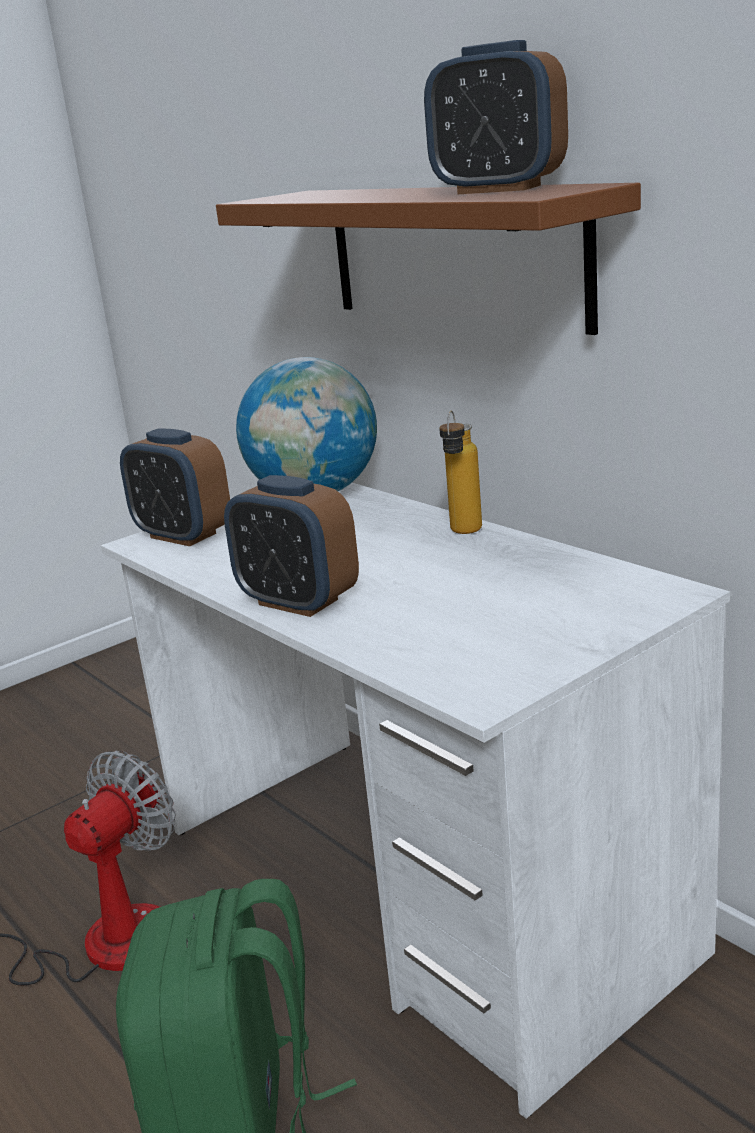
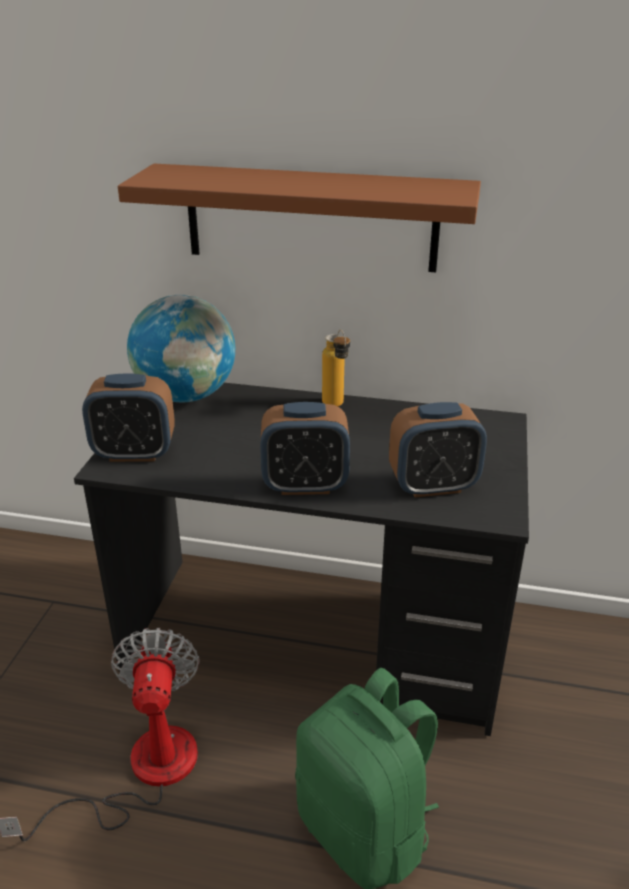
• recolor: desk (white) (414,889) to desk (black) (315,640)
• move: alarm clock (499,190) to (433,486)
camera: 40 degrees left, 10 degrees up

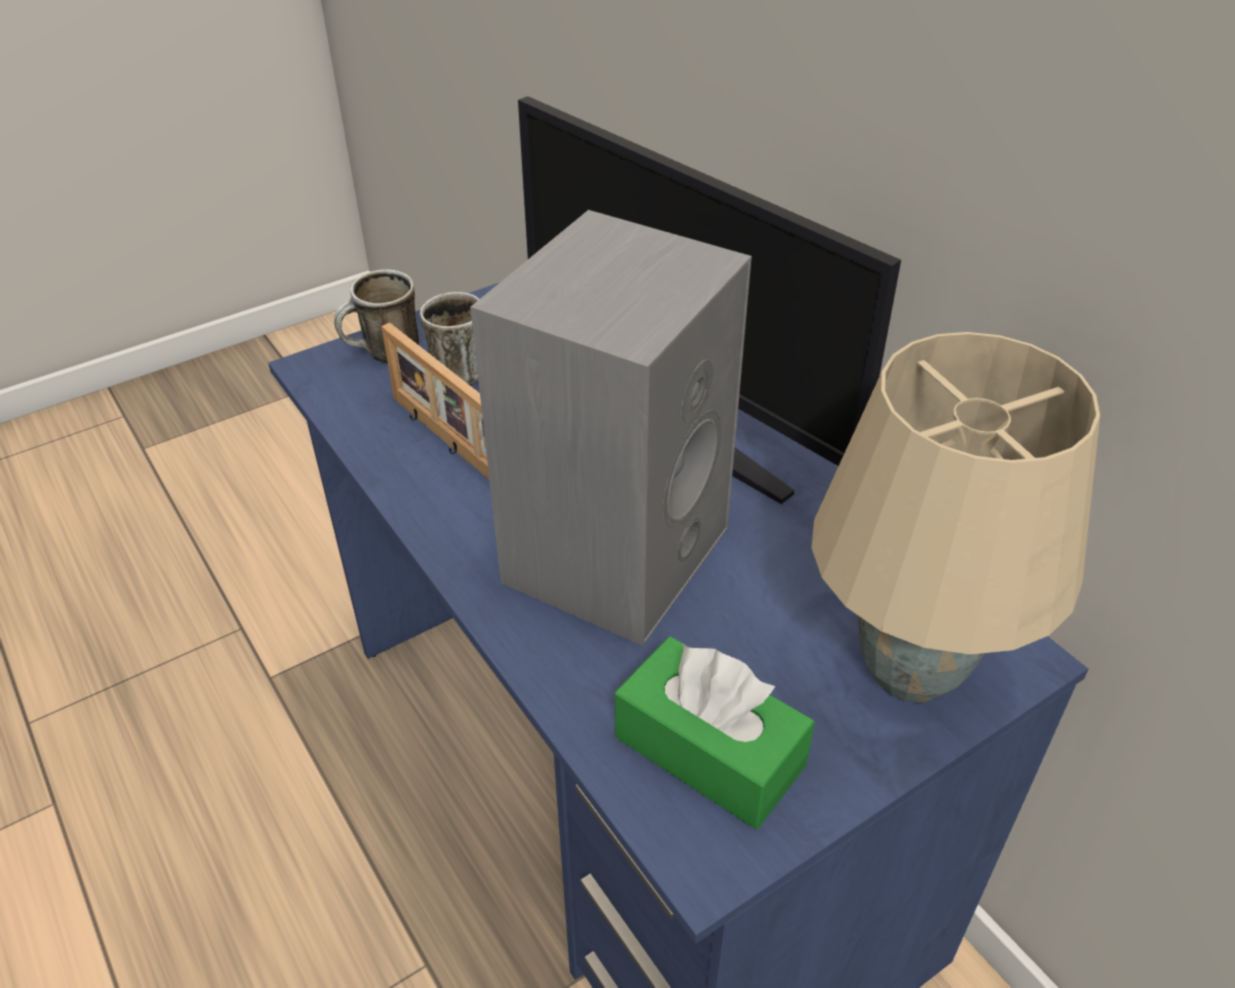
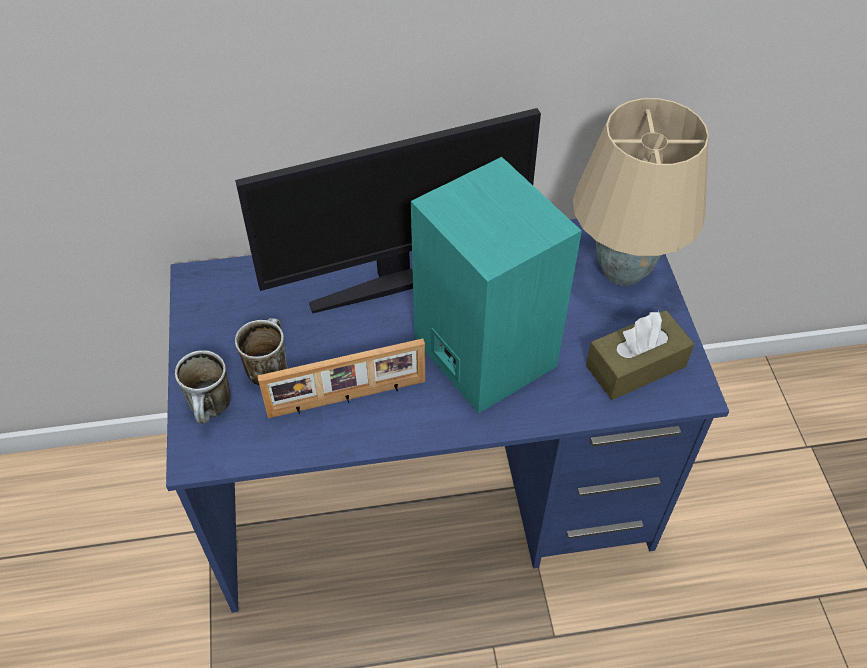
• recolor: speaker (grey) (615,549) to speaker (turquoise) (480,351)
• recolor: tissue box (green) (709,751) to tissue box (brown) (635,366)
camera: 65 degrees left, 10 degrees up

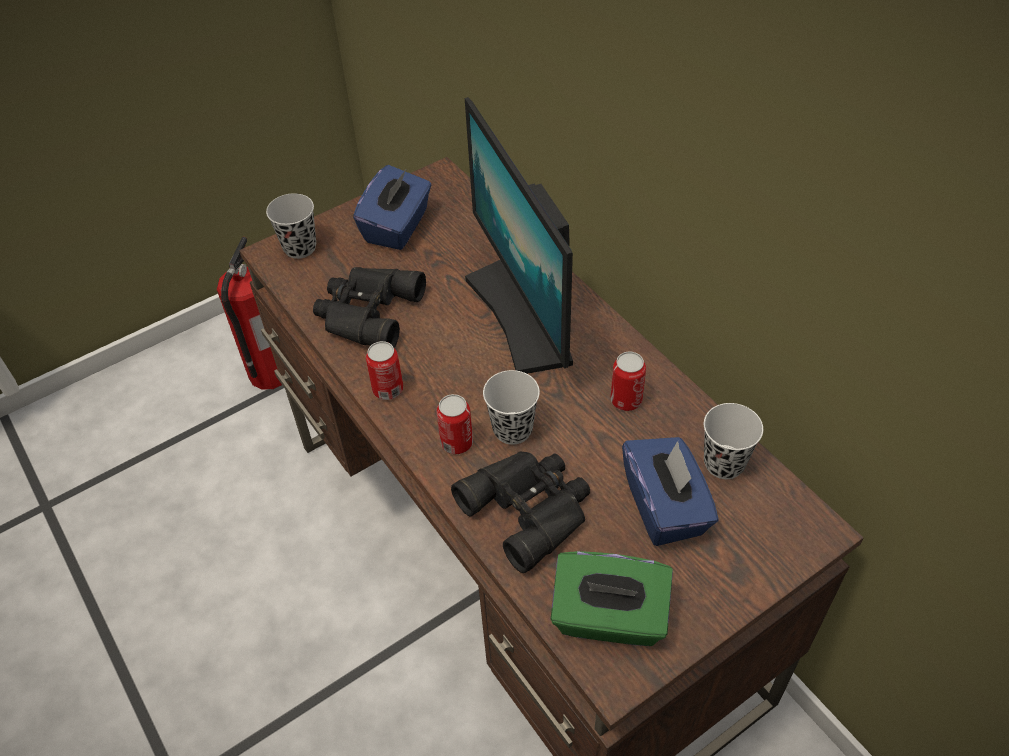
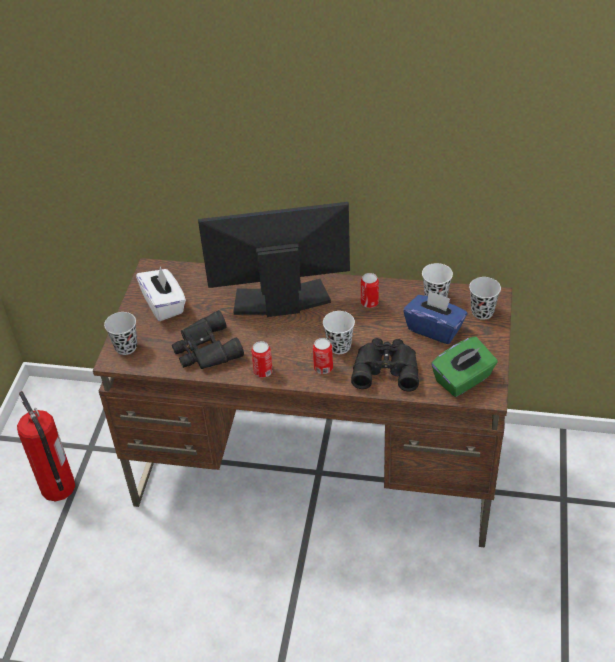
• recolor: tissue box (blue) (397,227) to tissue box (white) (164,305)
• rotate: monitor (523,315) = (281,301) 150 degrees clockwise
• insert: cup (black) (482,312)
camera: 45 degrees left, 5 degrees down

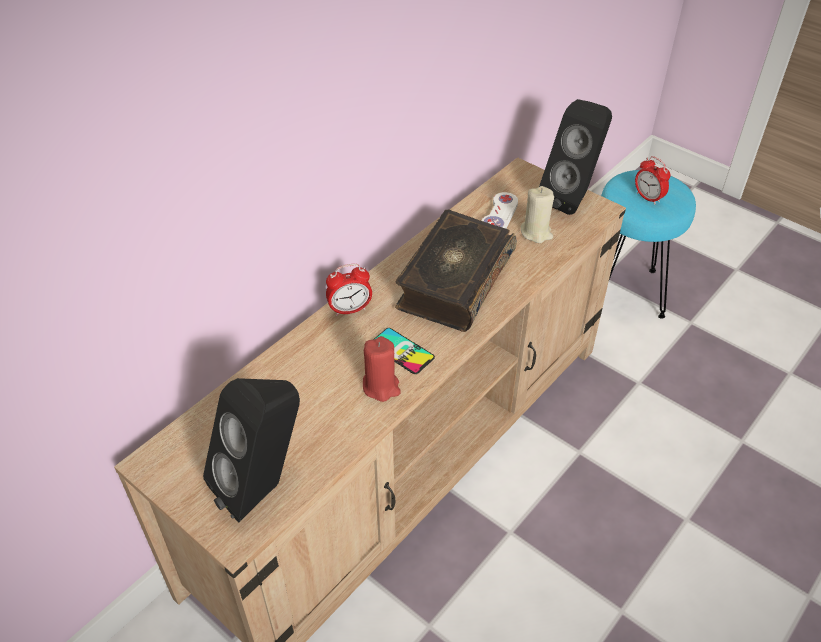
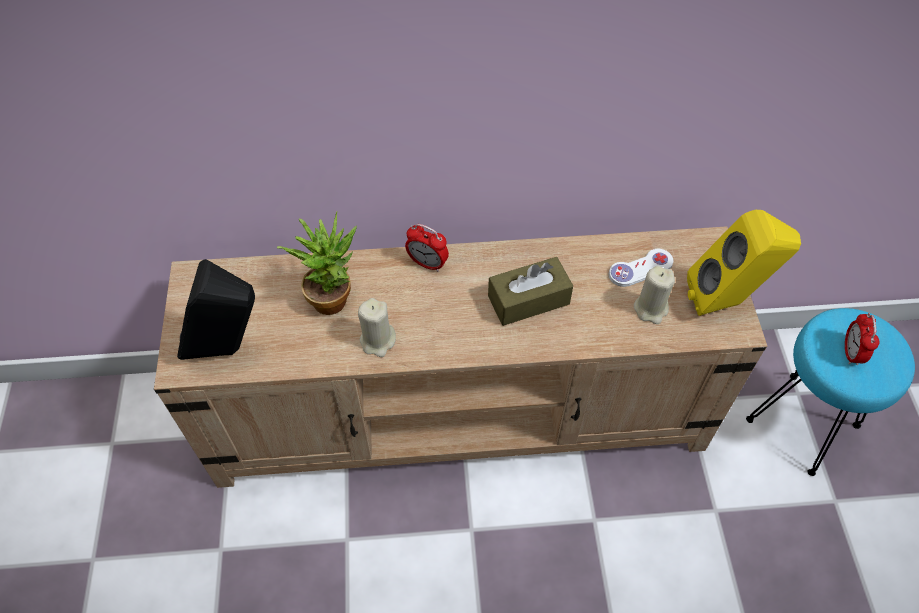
• insert: potted plant (332,295)
• recolor: candle (red) (381,386) to candle (beige) (378,341)
• replace: book (453,282) to tissue box (brown) (528,300)
• recolor: speaker (black) (573,198) to speaker (yellow) (726,301)
• delete: phone (401,351)
camera: 45 degrees right, 10 degrees up

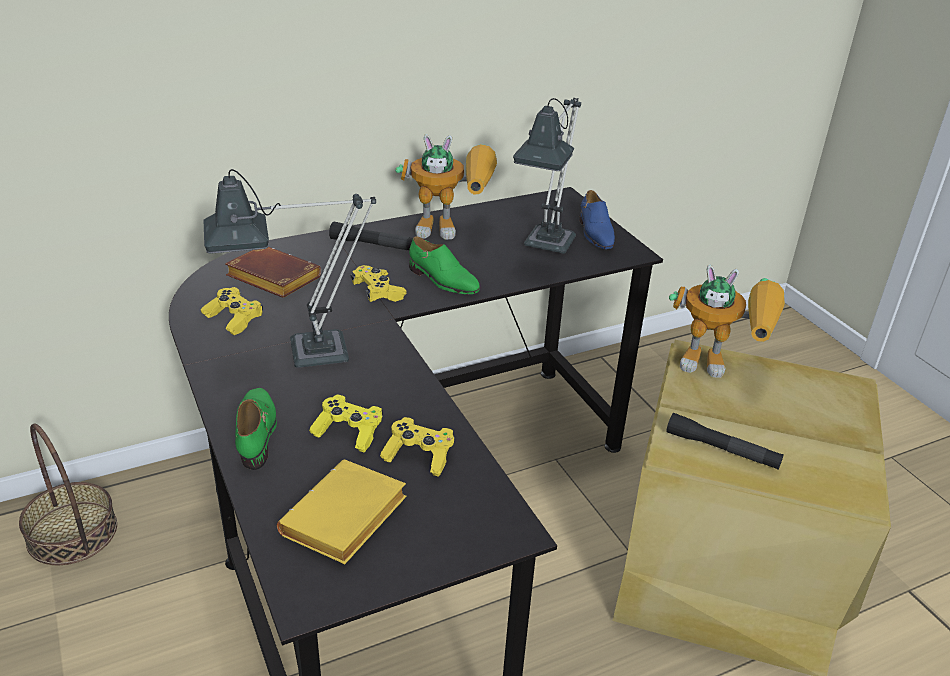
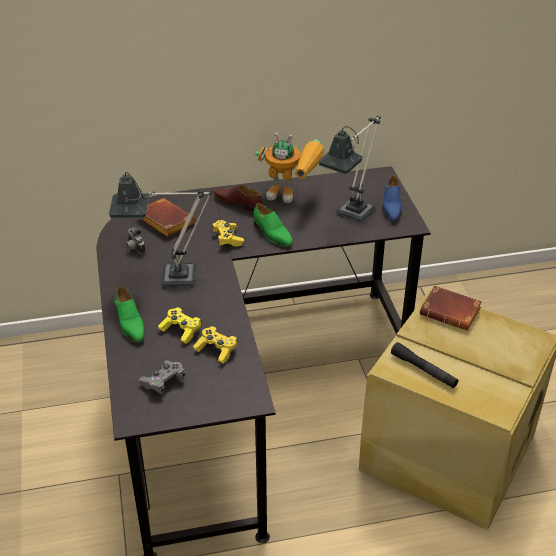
• rotate: shoe (green) (257,432) = (130,324) 150 degrees clockwise
• replace: game controller (yellow) (233,319) to photo camera (134,248)
• replace: book (yellow) (345,521) to game controller (grey) (163,382)
• replace: flashlight (black) (376,245) to shoe (brown) (238,203)
• replace: toy robot (721,365) to book (brown) (452,312)
• delete: basket (72,533)
camera: 15 degrees right, 5 degrees up

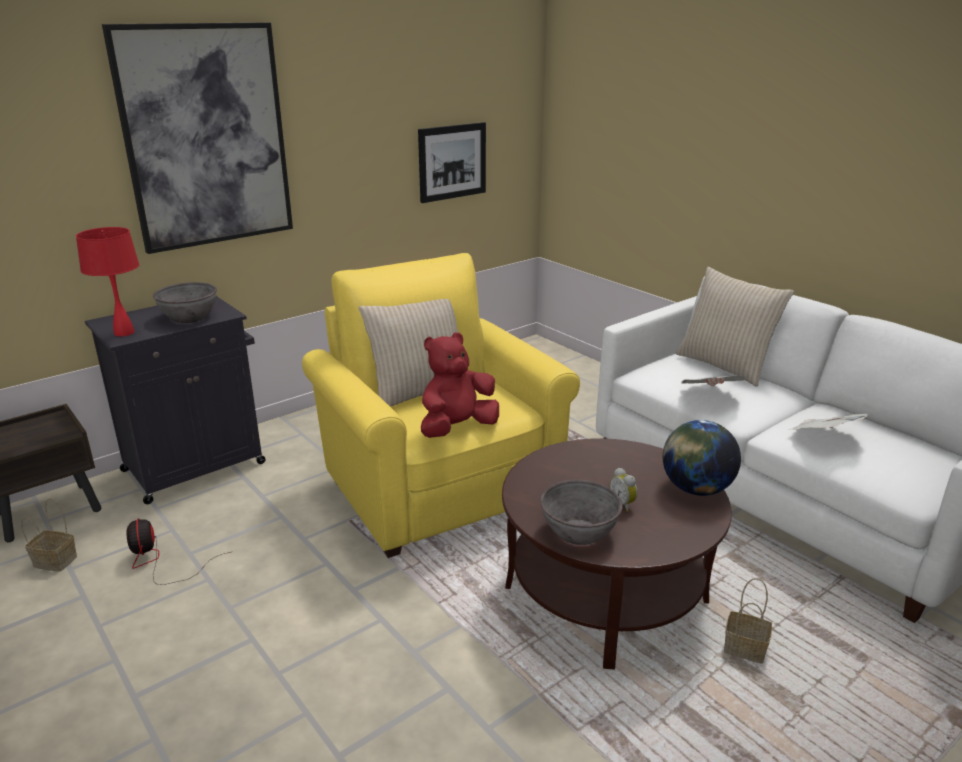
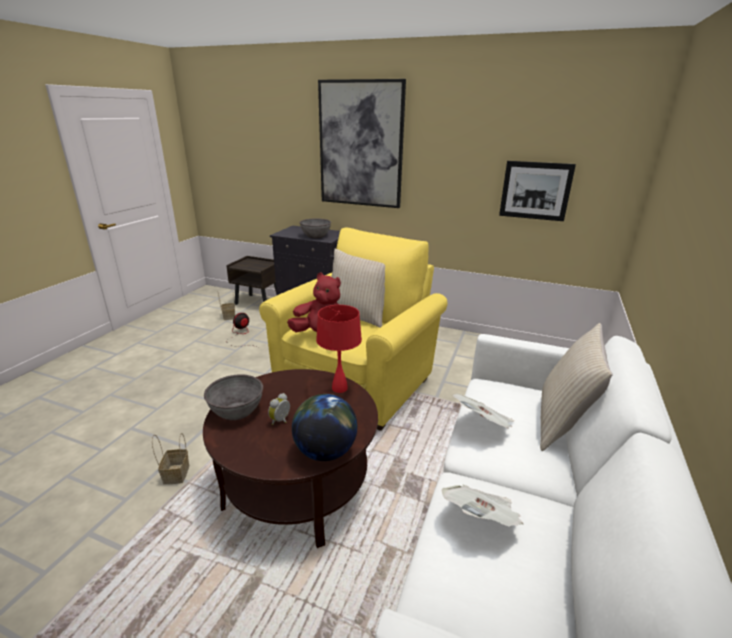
• move: basket (743,649) to (176,473)
• move: table lamp (red) (124,332) to (340,388)
camera: 60 degrees right, 0 degrees up

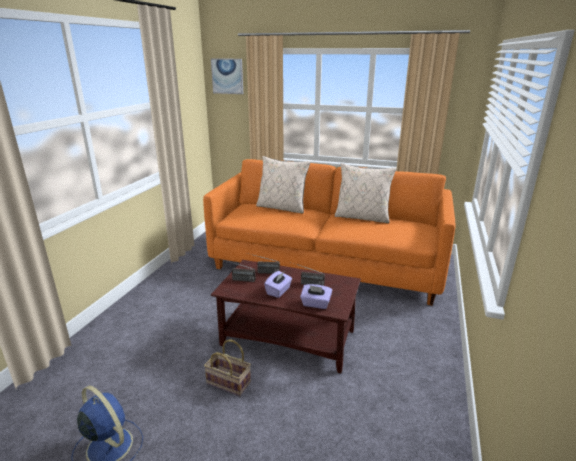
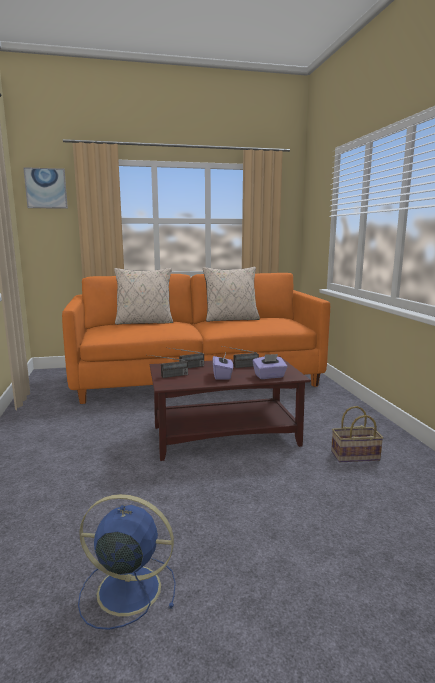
• move: basket (227,383) to (354,456)
camera: 30 degrees left, 10 degrees down

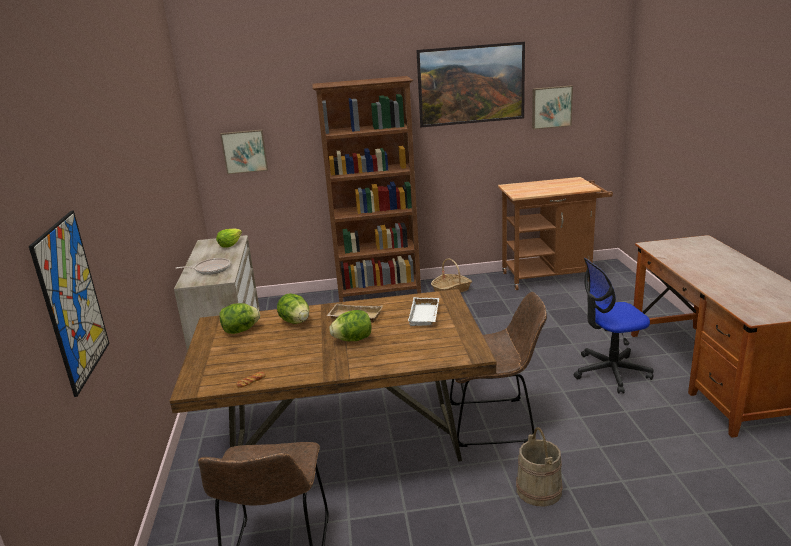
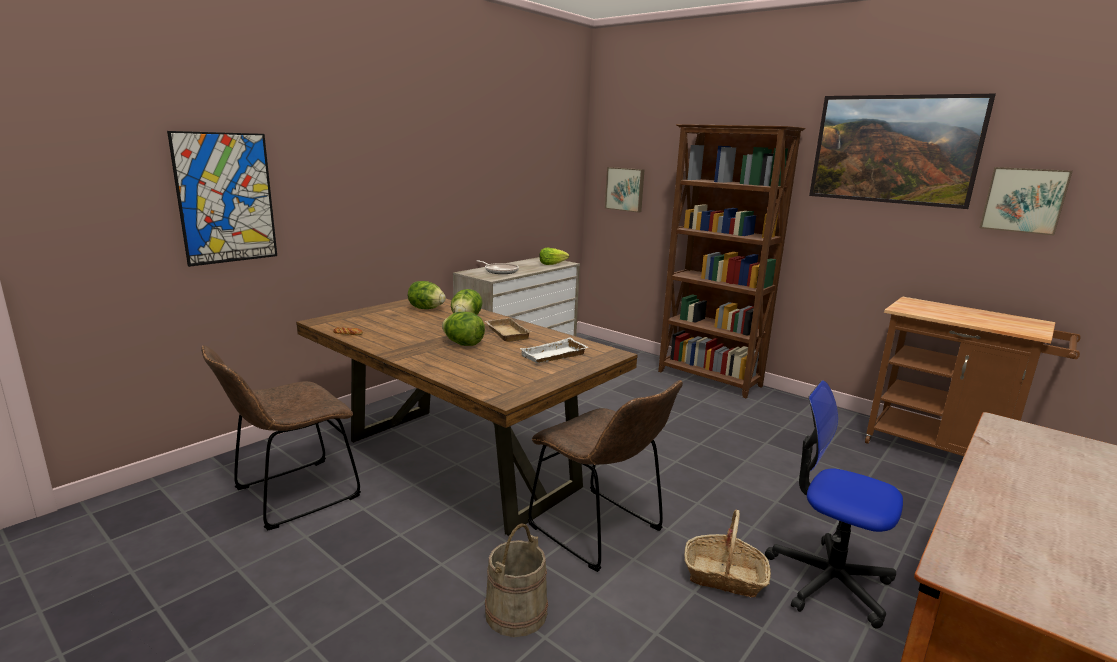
• move: basket (451,290) to (724,576)
camera: 45 degrees right, 5 degrees down

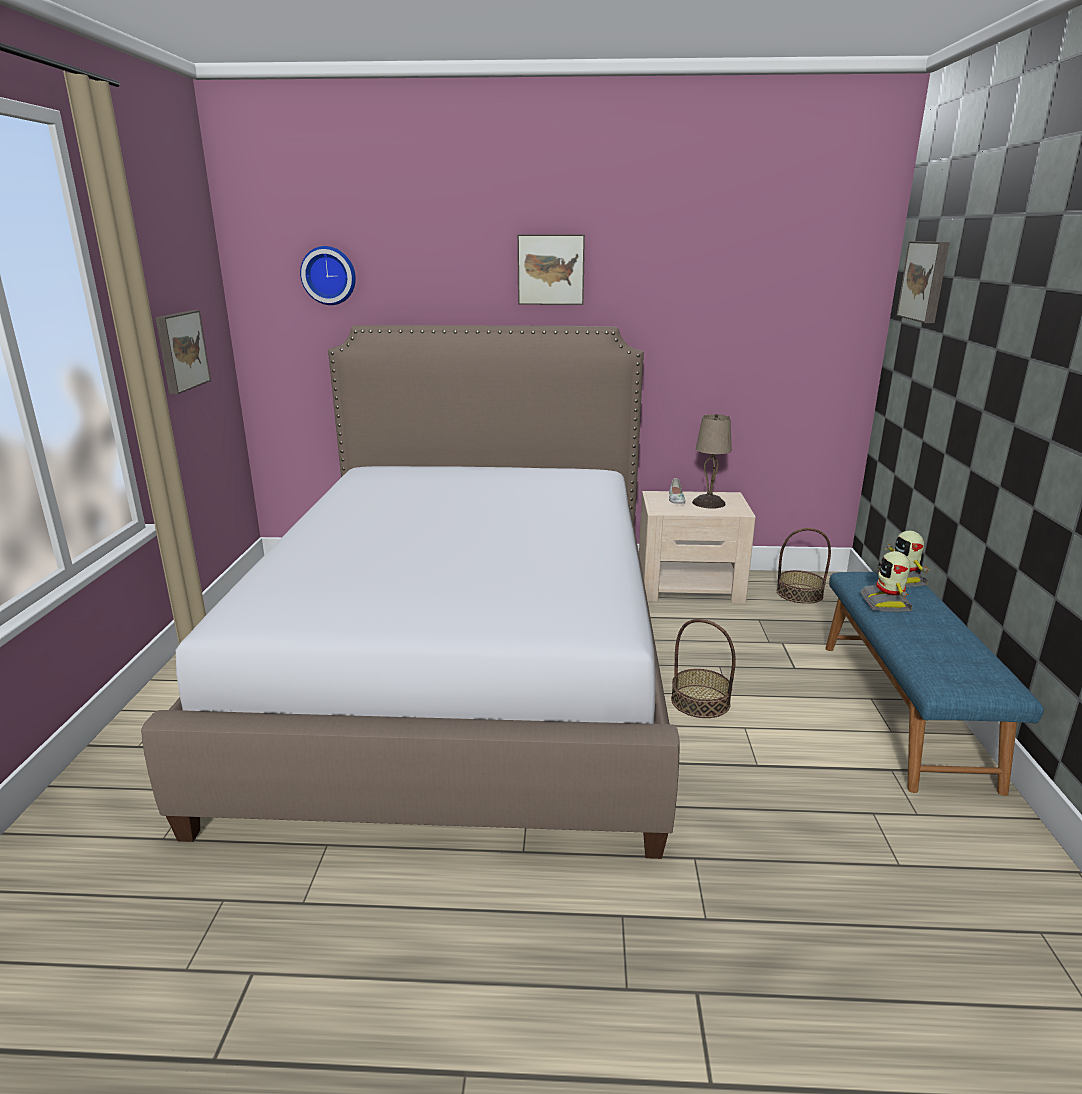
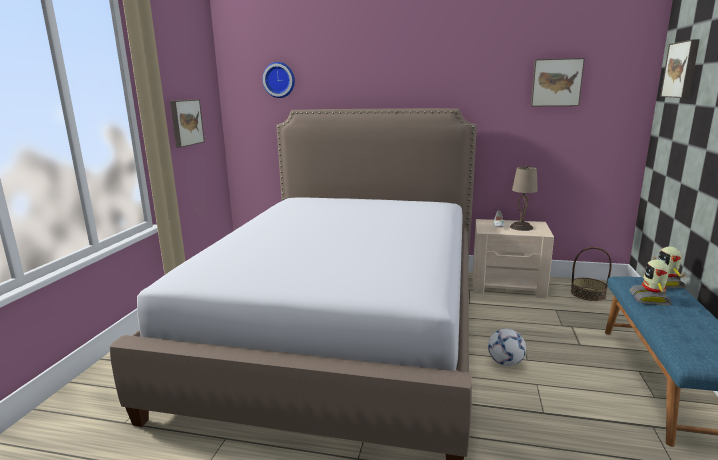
• replace: basket (700,701) to football (505,363)
• move: picture (551,269) to (556,82)
camera: 10 degrees right, 5 degrees down

